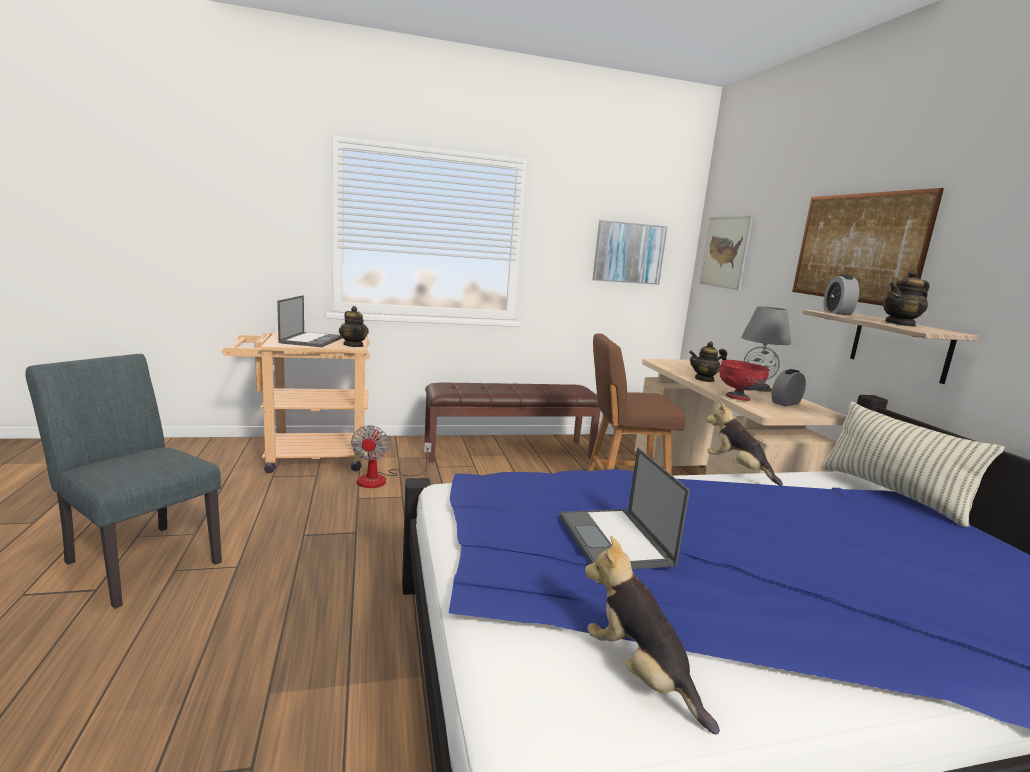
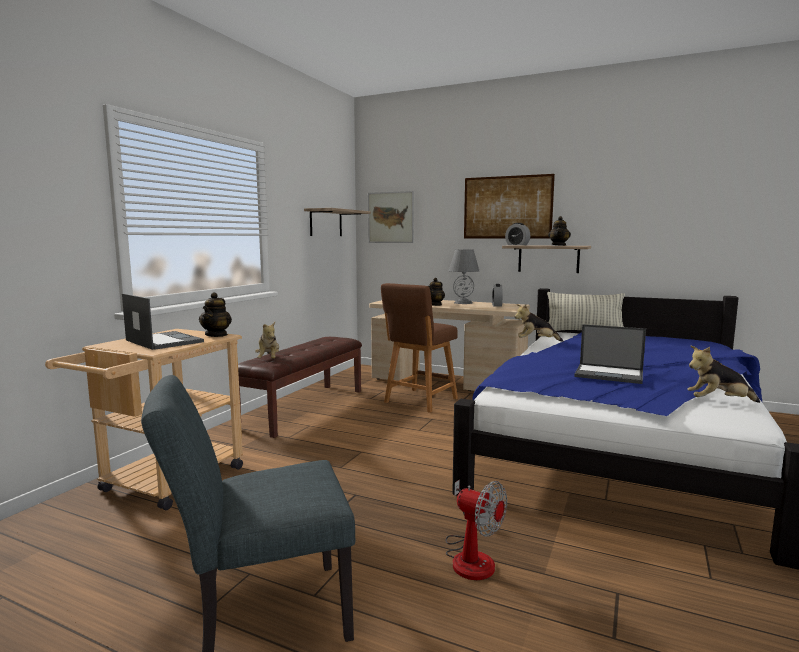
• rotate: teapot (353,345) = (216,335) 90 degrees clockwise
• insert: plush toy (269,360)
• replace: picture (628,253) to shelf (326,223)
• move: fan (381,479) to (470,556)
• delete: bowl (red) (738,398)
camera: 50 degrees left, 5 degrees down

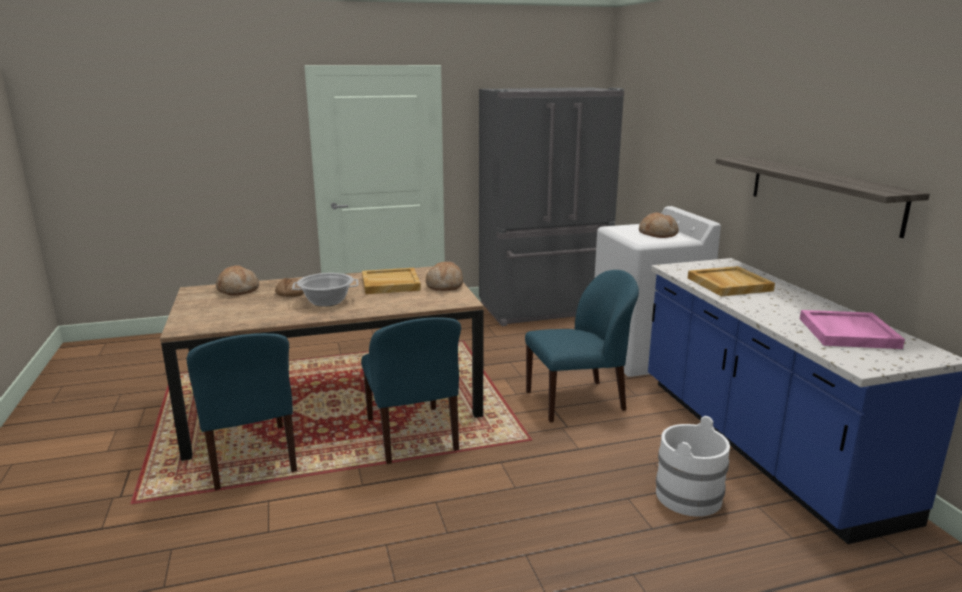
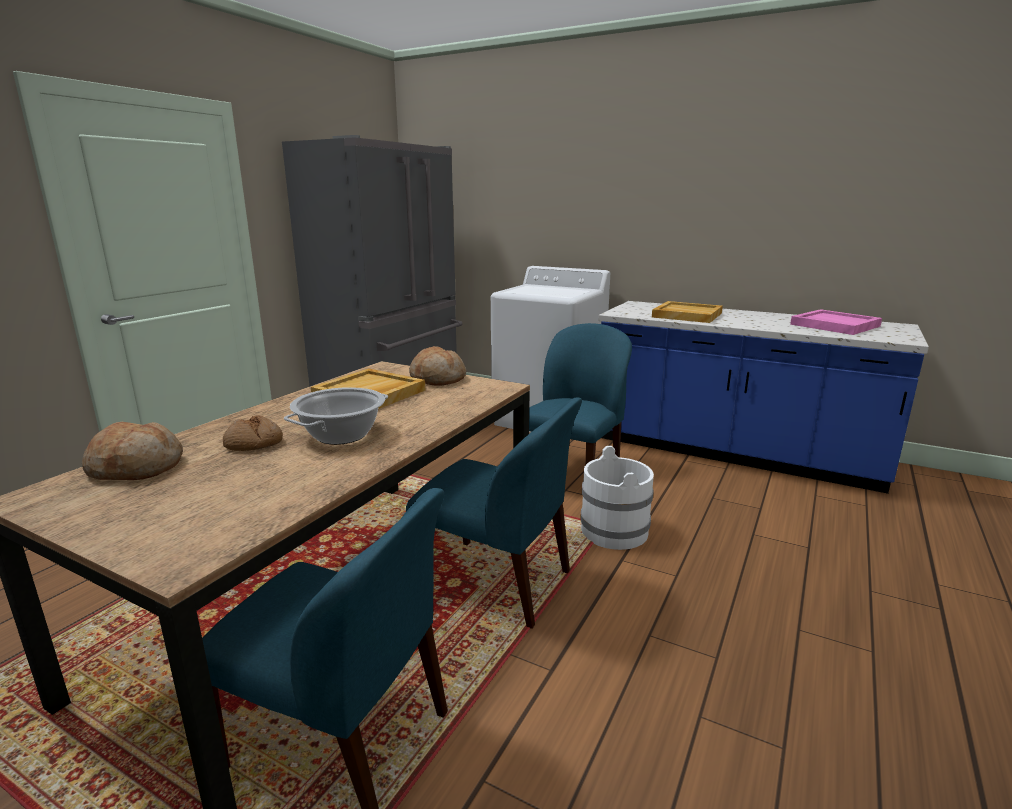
• move: bucket (white) (688,495) to (613,531)
• delete: bread (658,234)
• delete: shelf (822,193)
camera: 45 degrees left, 0 degrees up

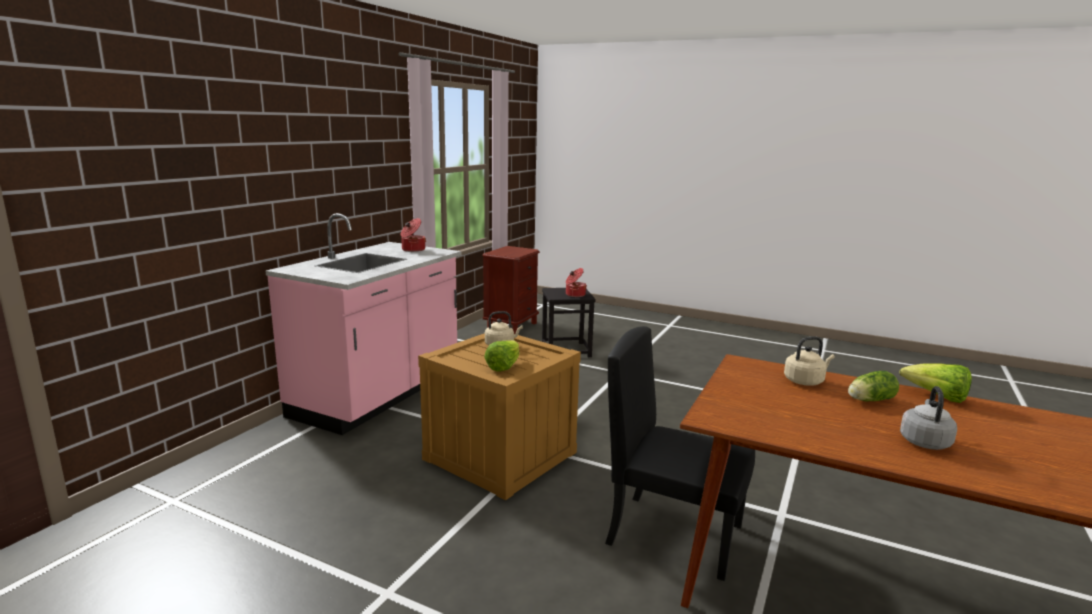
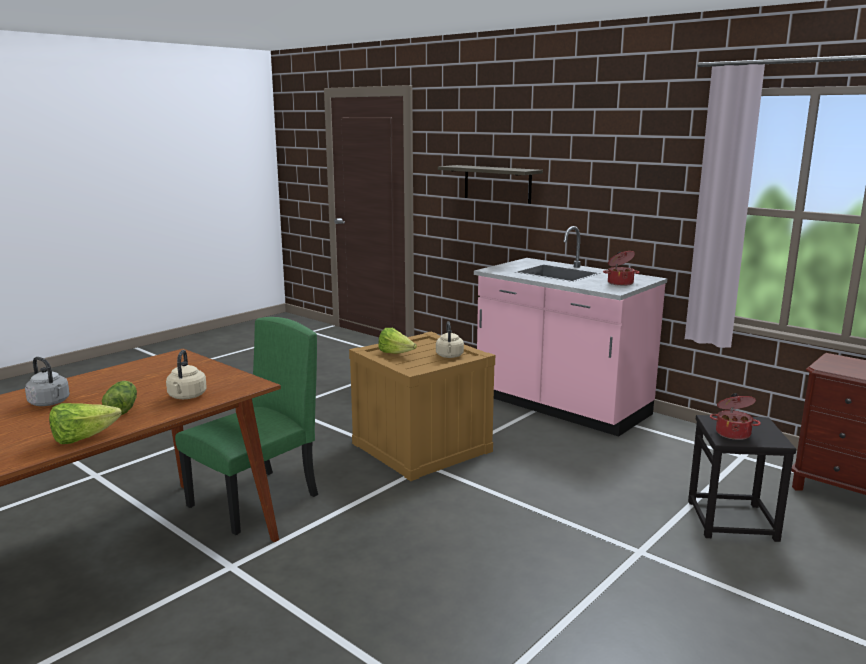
• recolor: chair (black) (675,534) to chair (green) (254,501)
• insert: shelf (497,184)
camera: 105 degrees right, 0 degrees up

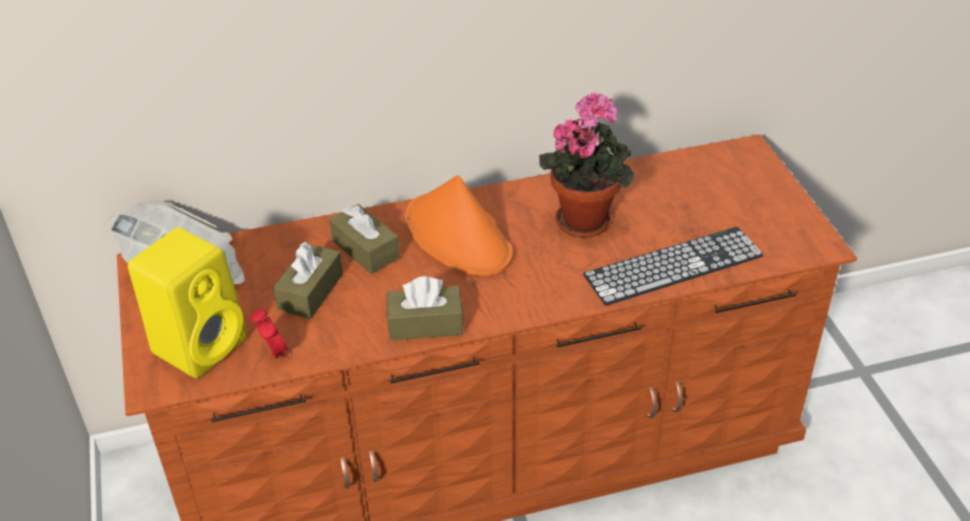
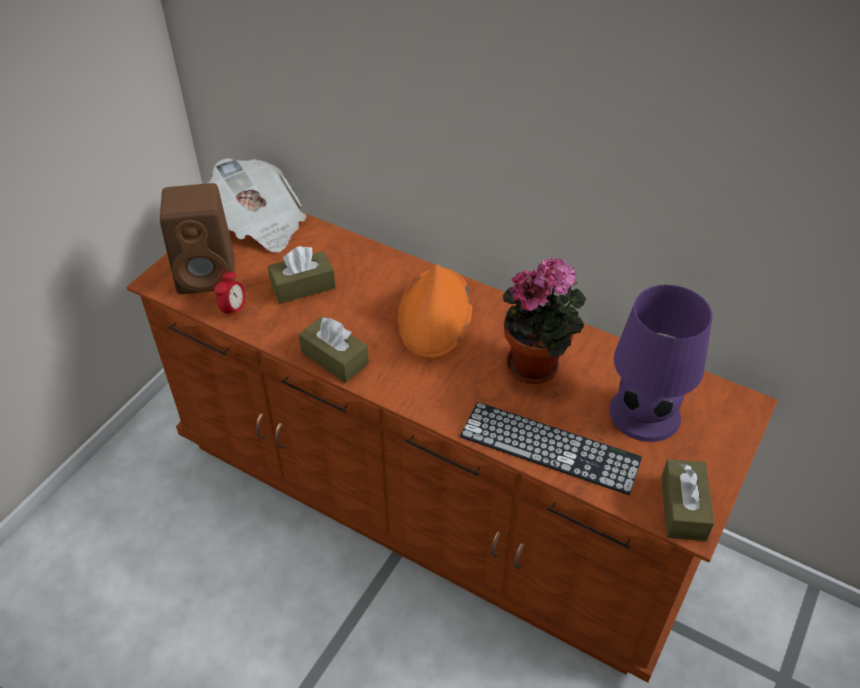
• recolor: speaker (yellow) (201,343) to speaker (brown) (209,274)
• insert: table lamp (purple) (644,413)
• move: tissue box (brown) (365,249) to (683,508)
camera: 45 degrees right, 5 degrees up

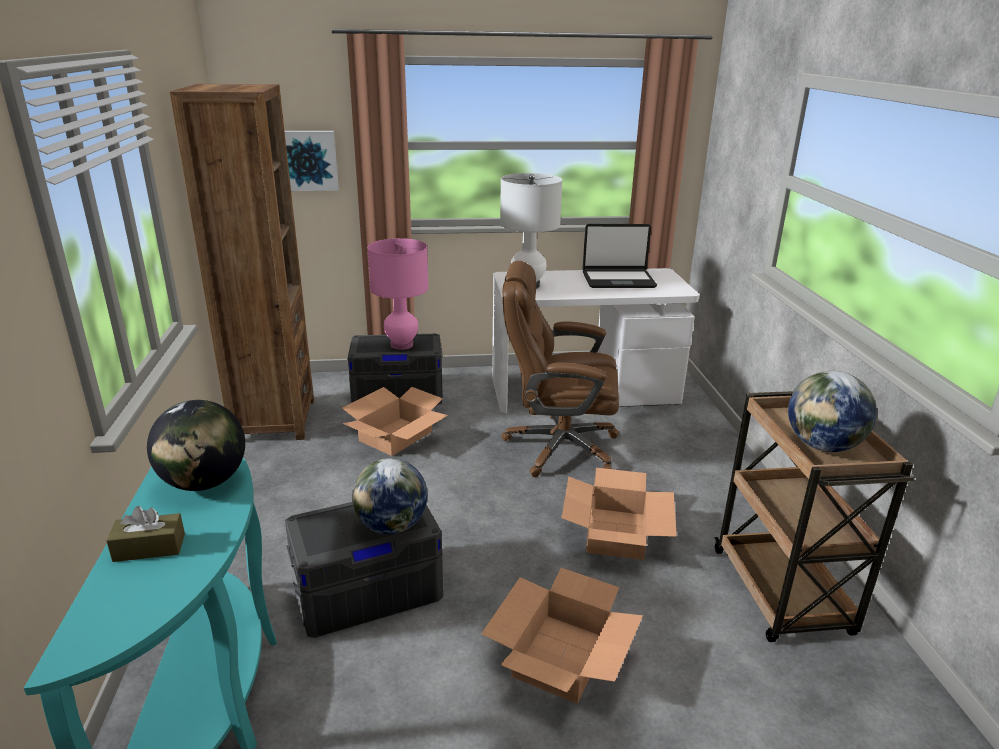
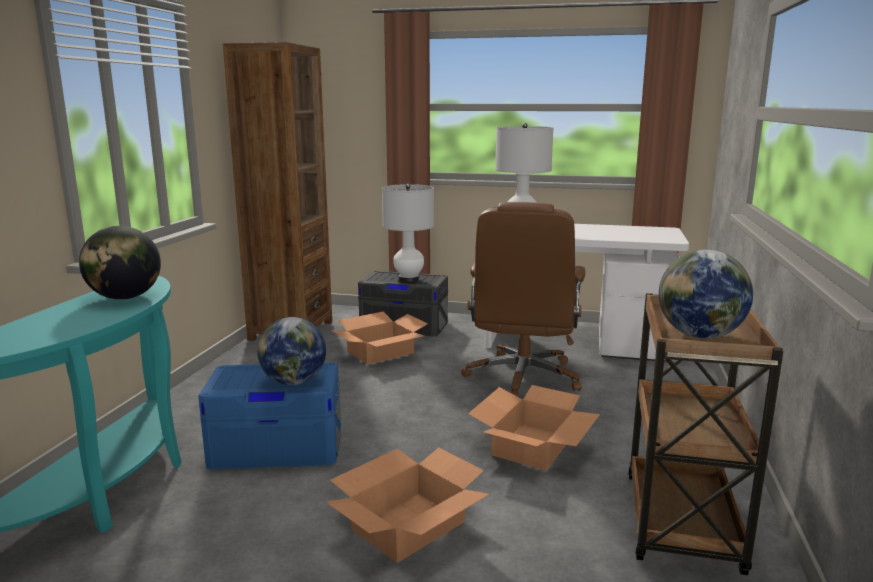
• recolor: storage box (grey) (368,590) to storage box (blue) (277,447)
• recolor: table lamp (pink) (401,345) to table lamp (white) (408,279)
• rotate: office chair (brown) (558,447) = (522,377) 105 degrees counterclockwise
• delete: tissue box (brown) (149,548)
• delete: picture (307,160)
• delete: laptop (618,280)
camera: 20 degrees right, 10 degrees down

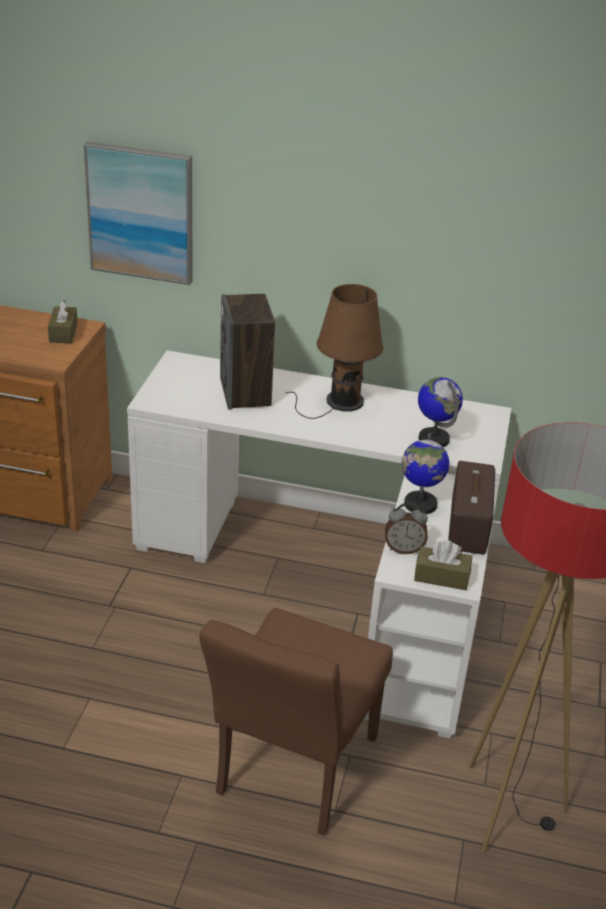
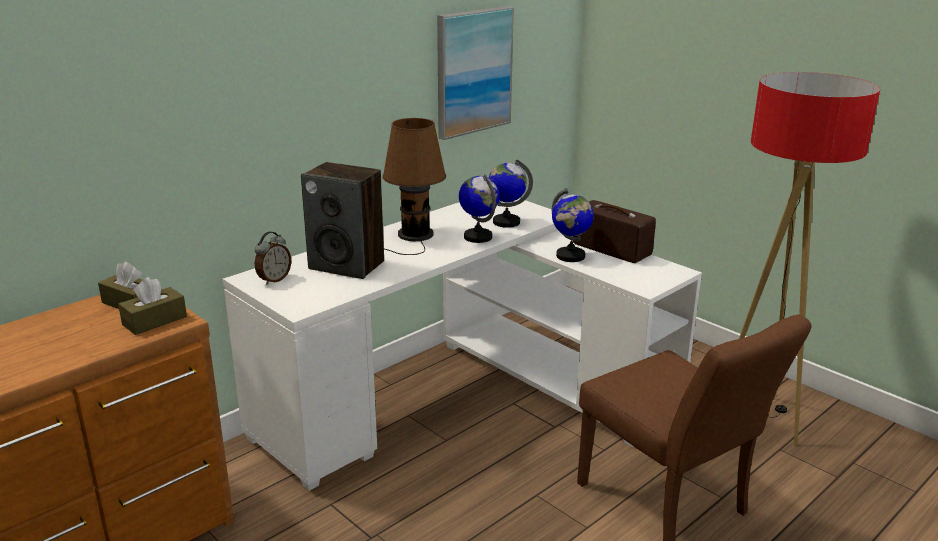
• move: tissue box (brown) (441,577) to (154,321)
• move: alarm clock (403,549) to (274,280)
• move: picture (141,213) to (473,71)
• insert: globe (478,237)
camera: 55 degrees left, 10 degrees down

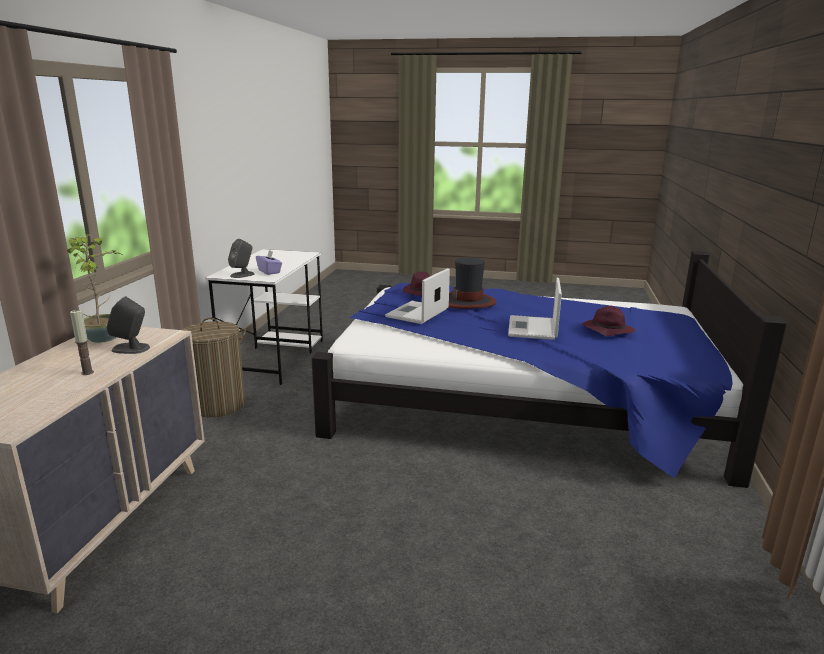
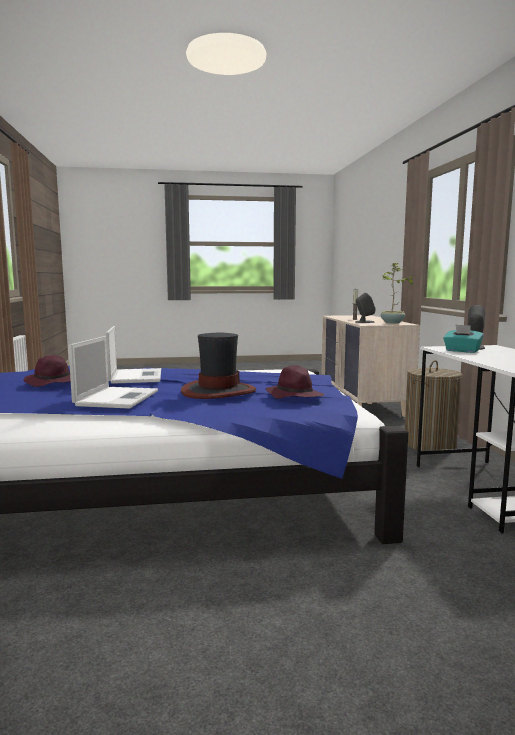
• move: laptop (417,313) to (117,398)
• recolor: tissue box (purple) (269,272) to tissue box (turquoise) (462,351)
camera: 160 degrees right, 10 degrees down

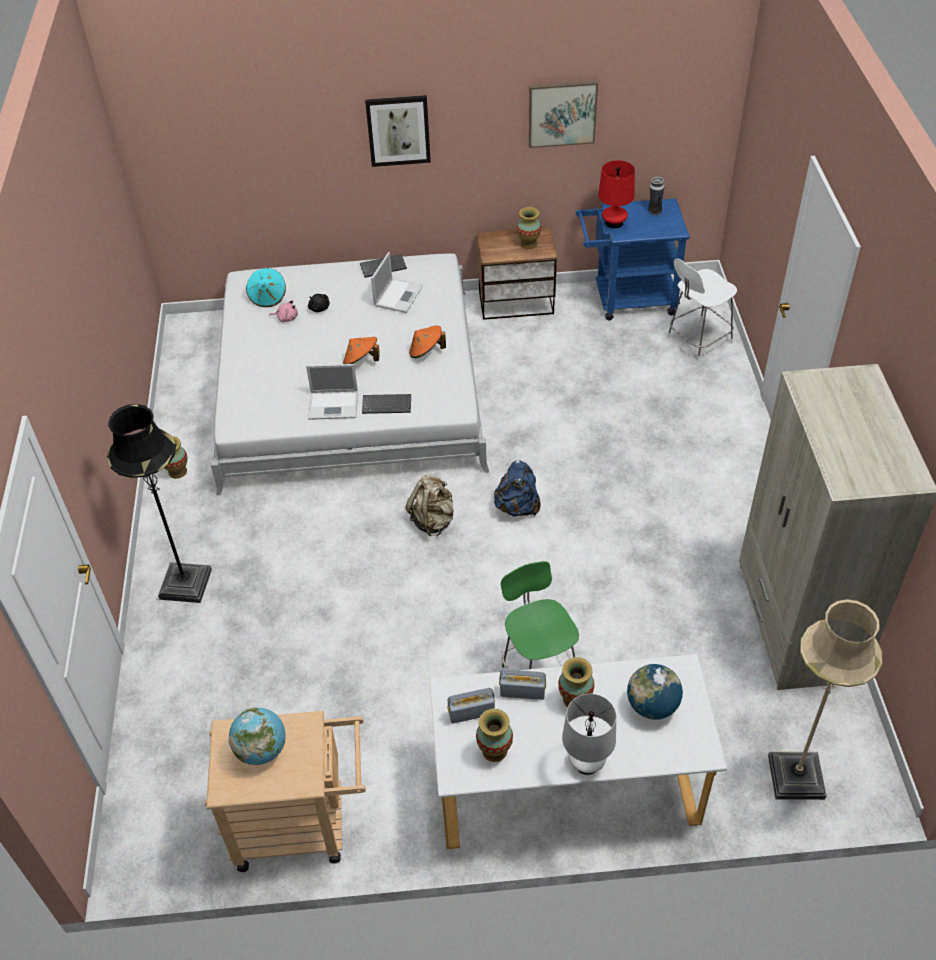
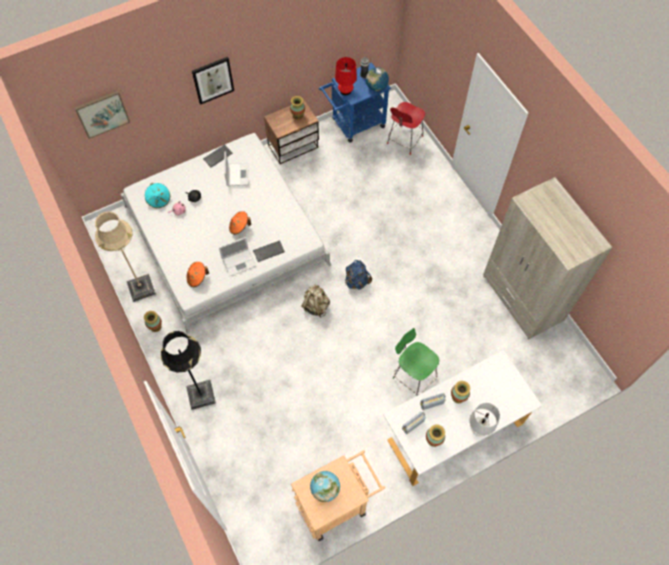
• move: picture (562,113) to (102,114)
• move: floor lamp (beige) (796,777) to (141,288)
• move: hat (orange) (426,351) to (197,278)
• move: globe (652,706) to (376,87)
• recolor: chair (white) (697,341) to chair (red) (404,141)
camera: 25 degrees left, 15 degrees up

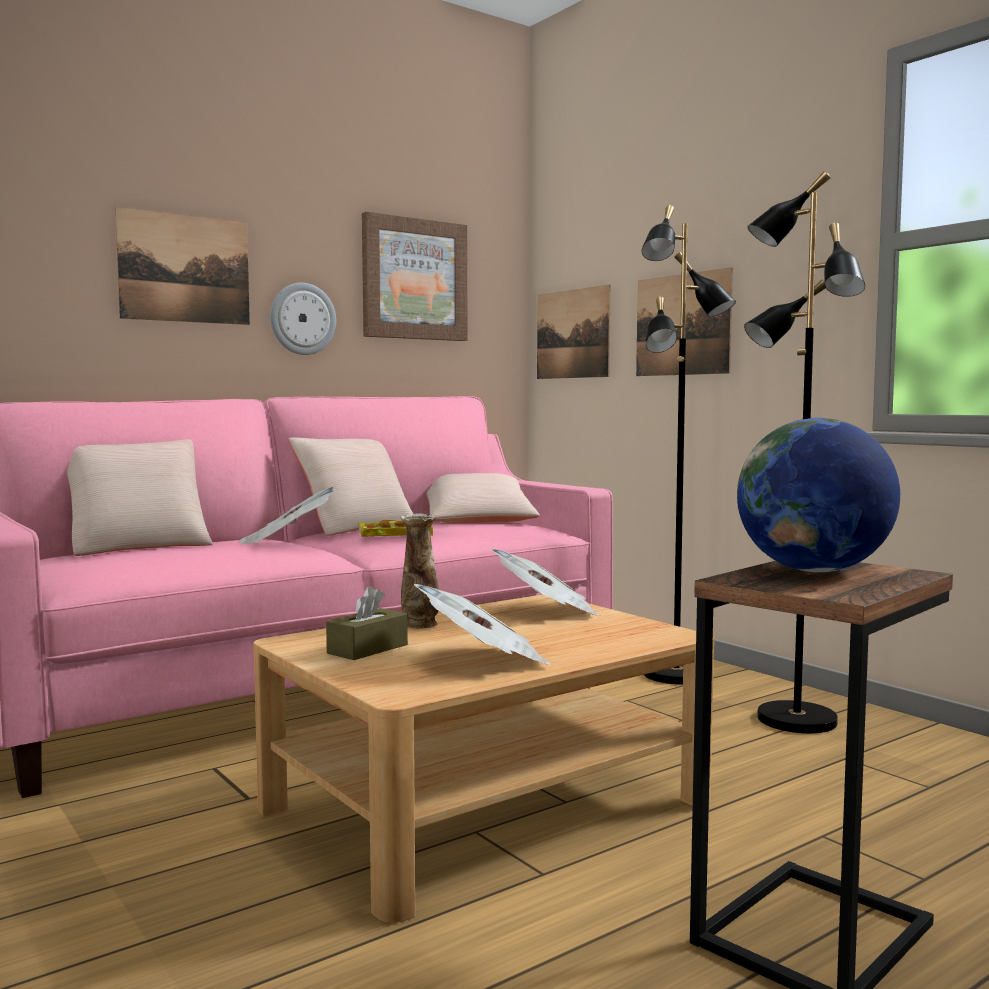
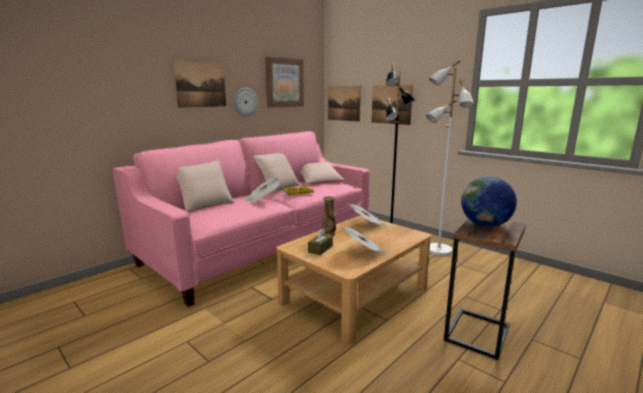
• recolor: floor lamp (black) (794,720) to floor lamp (white) (437,250)
camera: 10 degrees left, 10 degrees up

